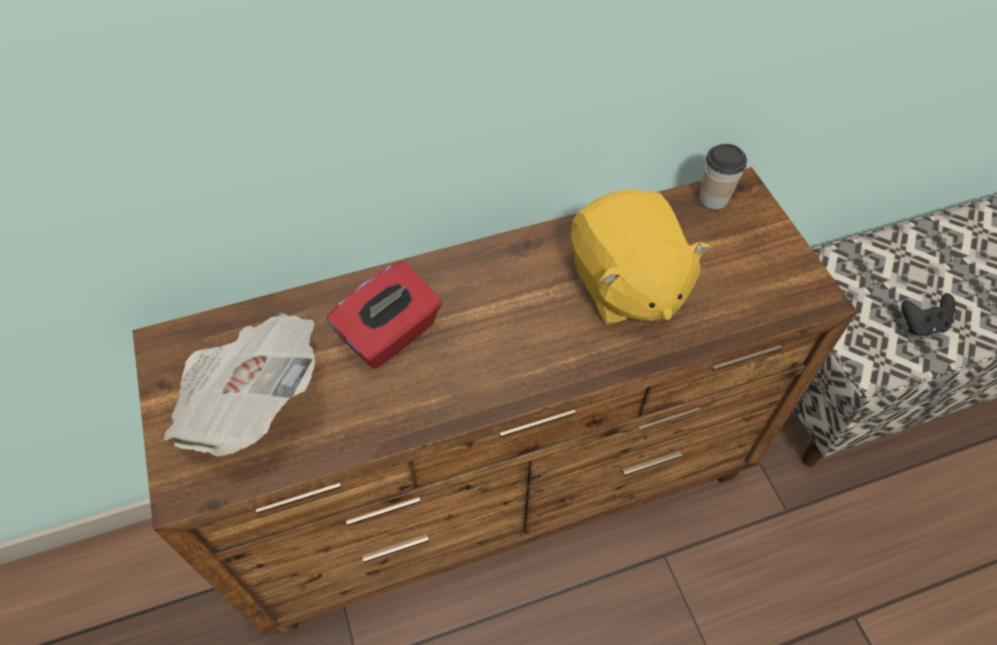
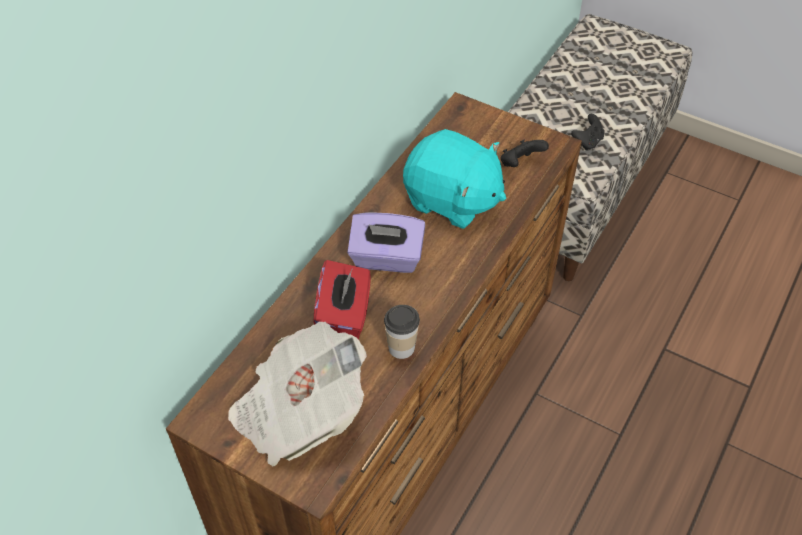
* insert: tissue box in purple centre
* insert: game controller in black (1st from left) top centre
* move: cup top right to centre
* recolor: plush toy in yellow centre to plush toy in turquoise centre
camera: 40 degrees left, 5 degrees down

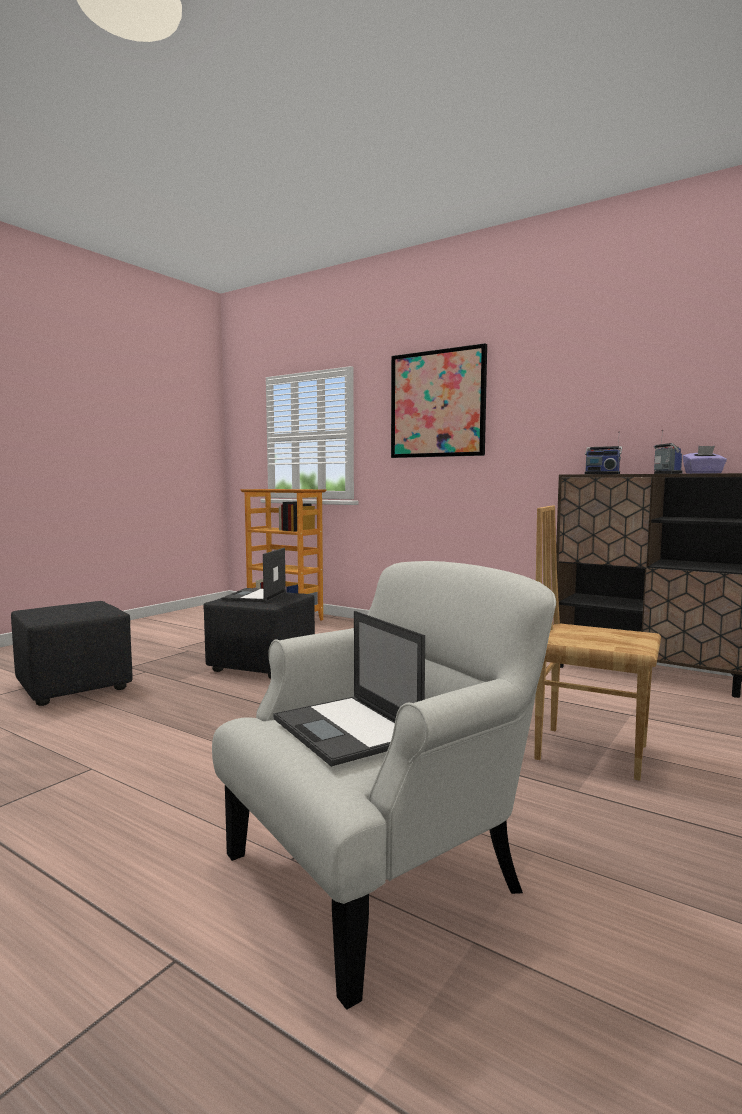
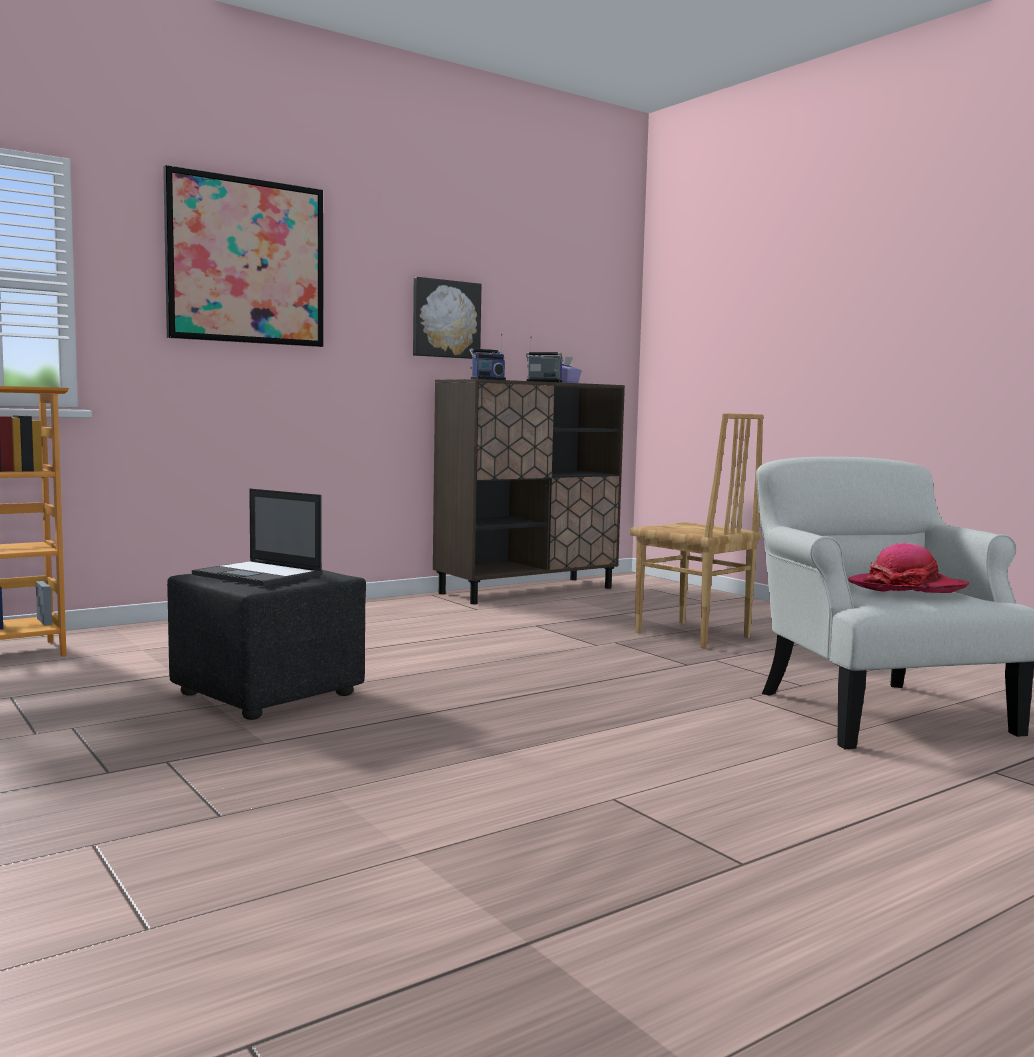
* delete: ottoman in black (1st from left) middle left
* insert: picture (2nd from left) top centre
* replace: laptop (2nd from left) centre to hat middle right
* rotate: chair in brown middle right = middle right 90 degrees counterclockwise
camera: 70 degrees left, 0 degrees up

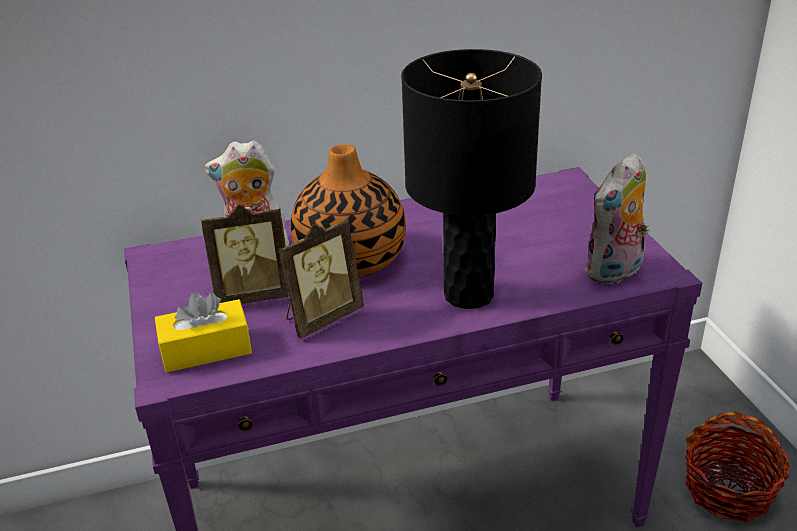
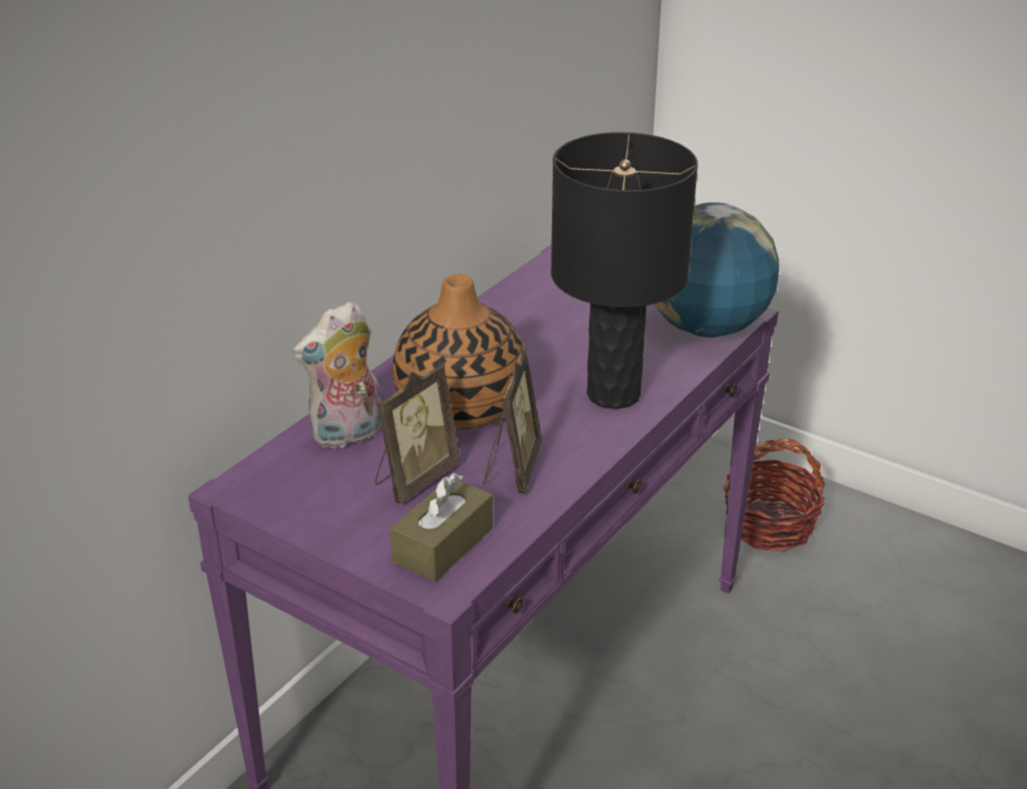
* replace: plush toy (2nd from left) middle right to globe middle right
* recolor: tissue box in yellow middle left to tissue box in brown bottom centre
camera: 40 degrees left, 0 degrees up

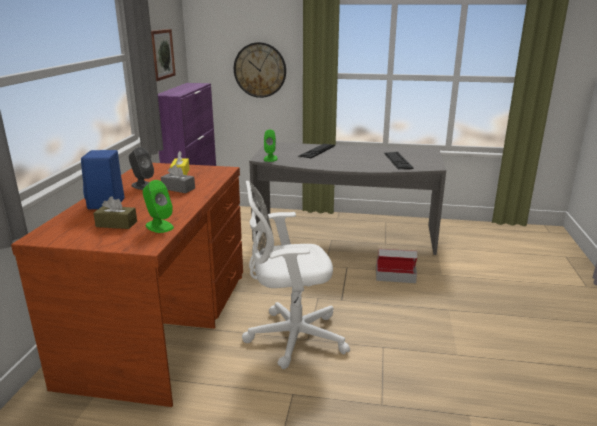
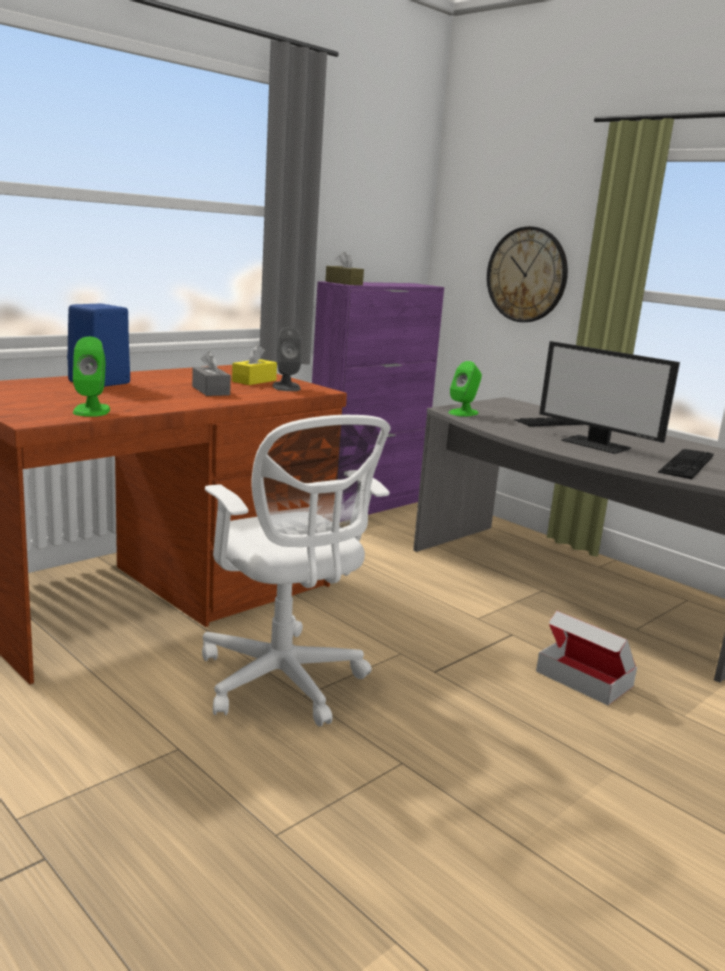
* delete: picture top left
* insert: monitor middle right
* move: tissue box in brown middle left to top centre
* move: speaker in grey middle left to centre
* rotate: office chair in white centre = centre 150 degrees counterclockwise
camera: 35 degrees right, 5 degrees down

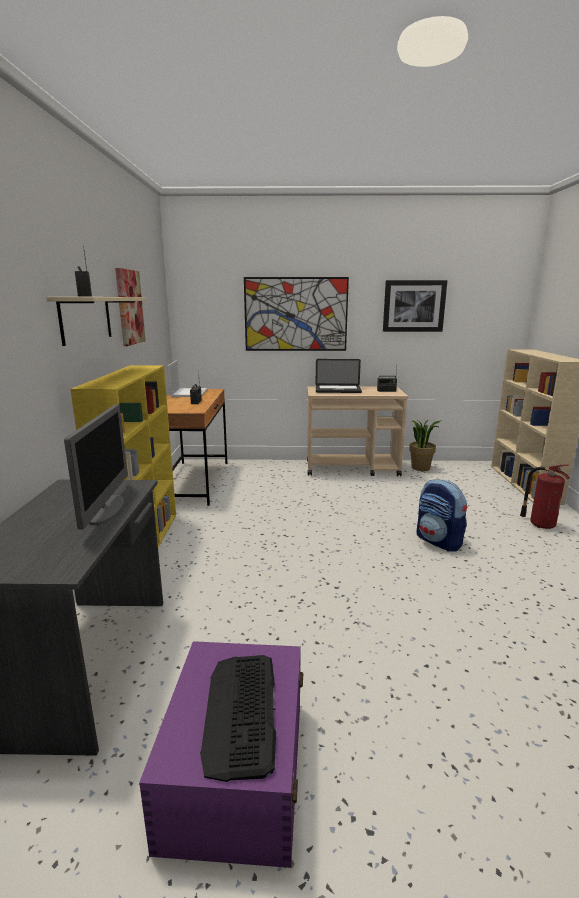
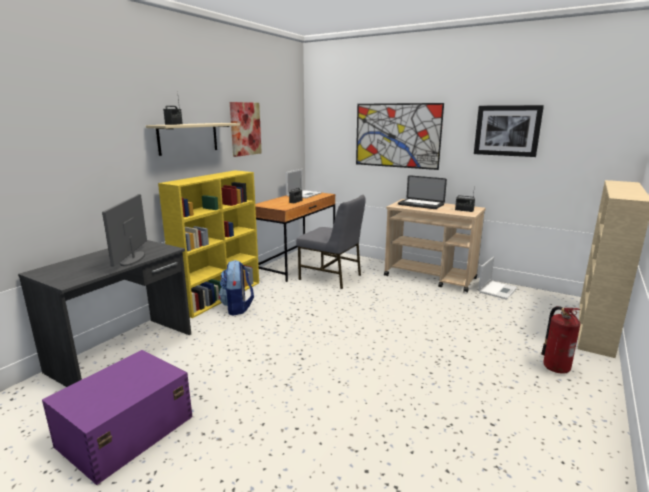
* delete: keyboard bottom centre
* insert: chair in grey centre
* move: backpack middle right to centre
* replace: potted plant middle right to laptop (3rd from left) middle right
* rotate: monitor middle left = middle left 150 degrees clockwise
camera: 30 degrees right, 0 degrees up

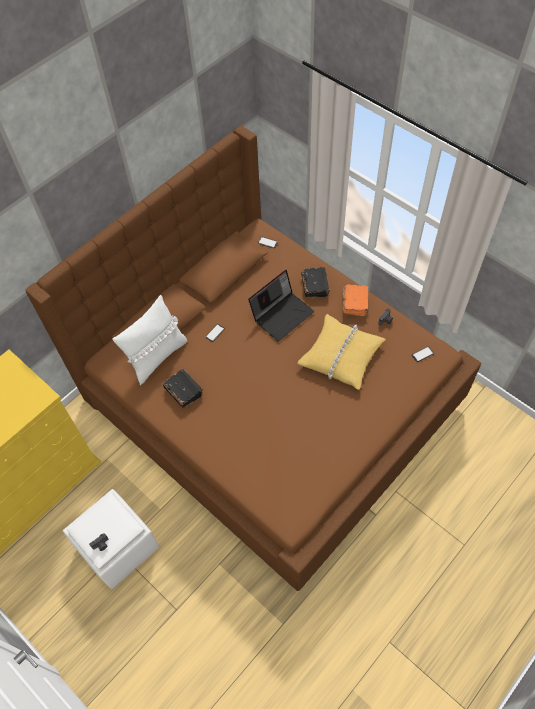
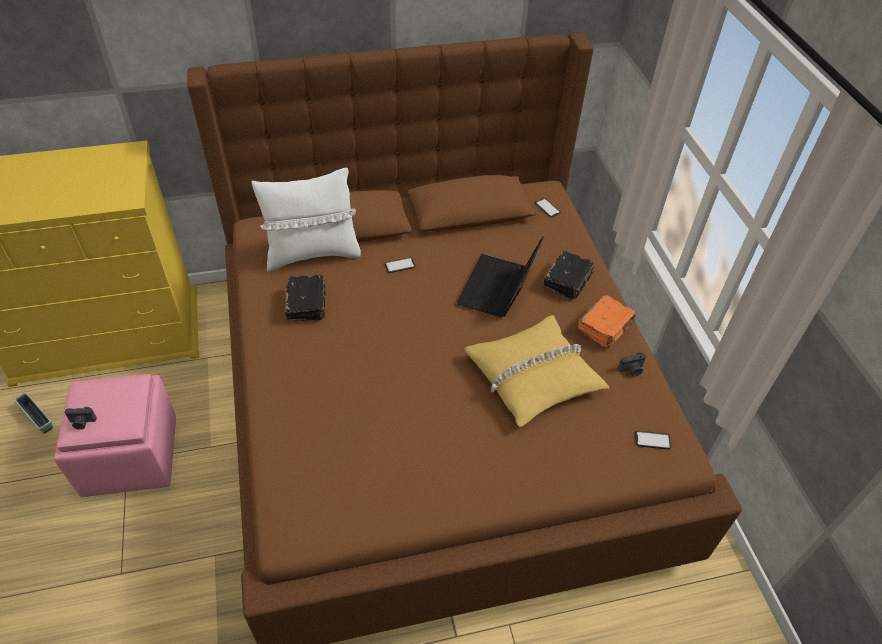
* insert: planter middle left
* recolor: ottoman in white bottom left to ottoman in pink bottom left
* rotate: laptop centre = centre 120 degrees clockwise
camera: 30 degrees right, 10 degrees down

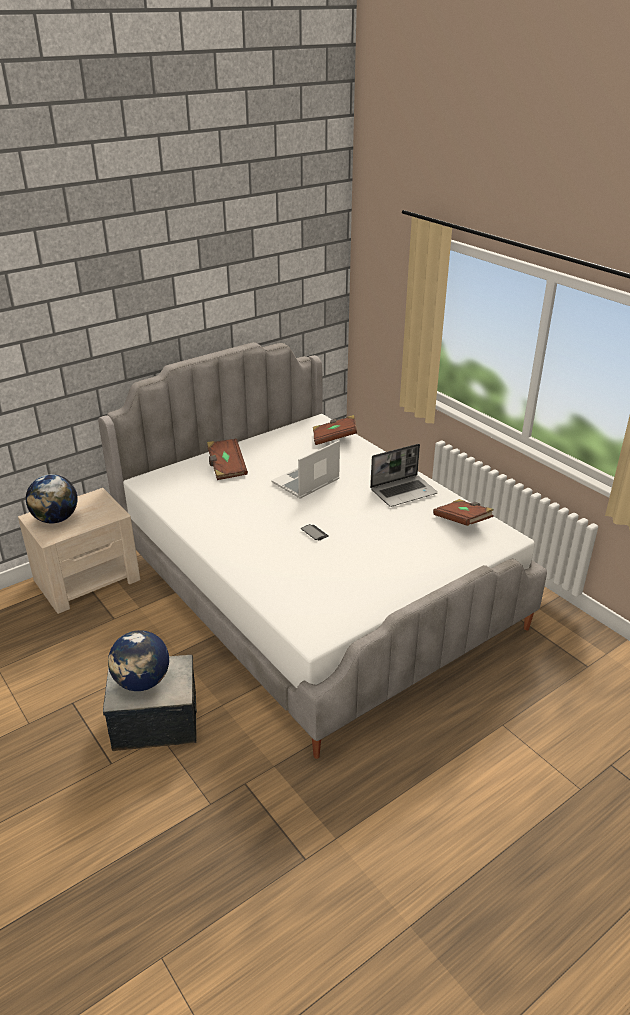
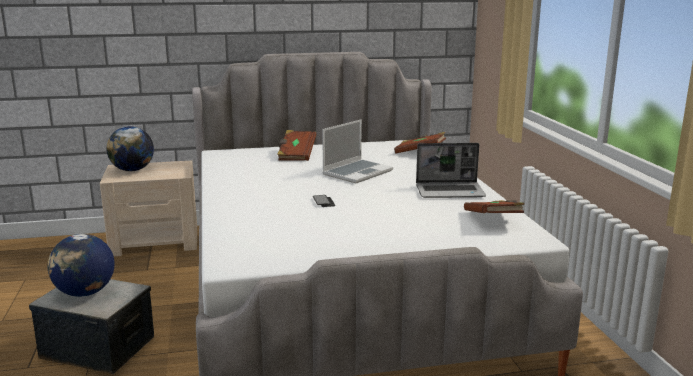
* rotate: laptop (1st from left) centre = centre 150 degrees clockwise
camera: 25 degrees right, 15 degrees down

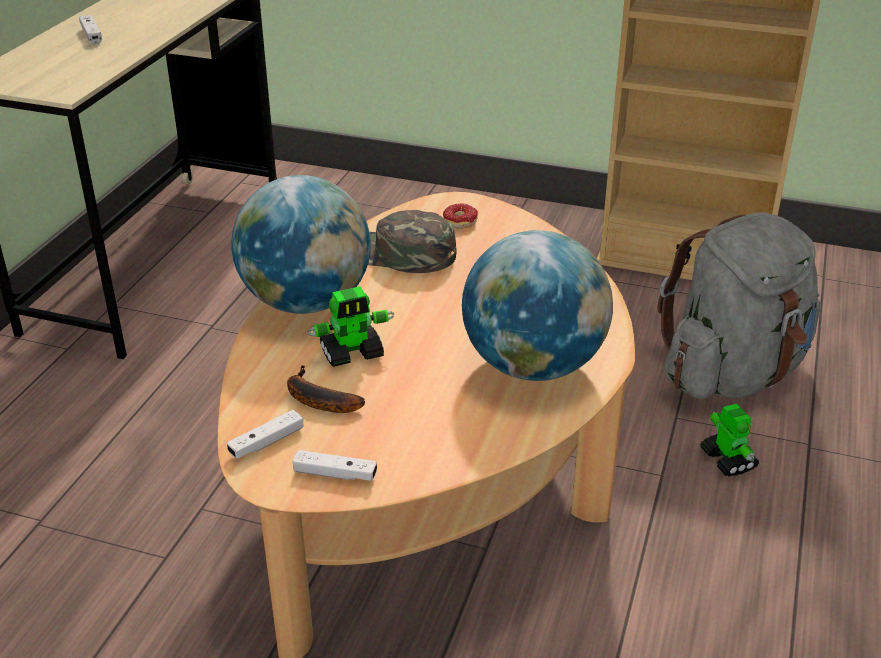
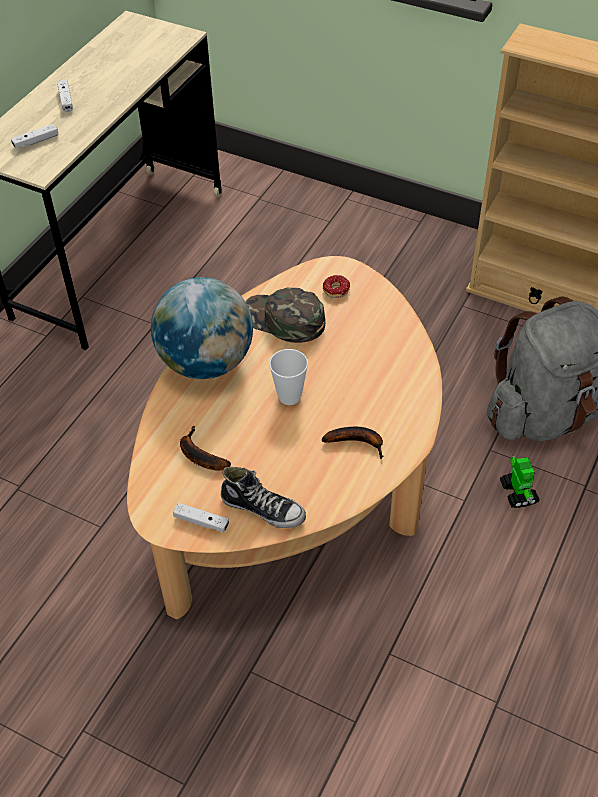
* delete: toy robot (1st from left) centre
* insert: shoe centre
* insert: cup centre
* move: game controller in white (2nd from left in the first image) middle left to game controller in white (1st from left) top left
* replace: globe (2nd from left) centre to banana (2nd from left) centre
camera: 10 degrees right, 15 degrees up

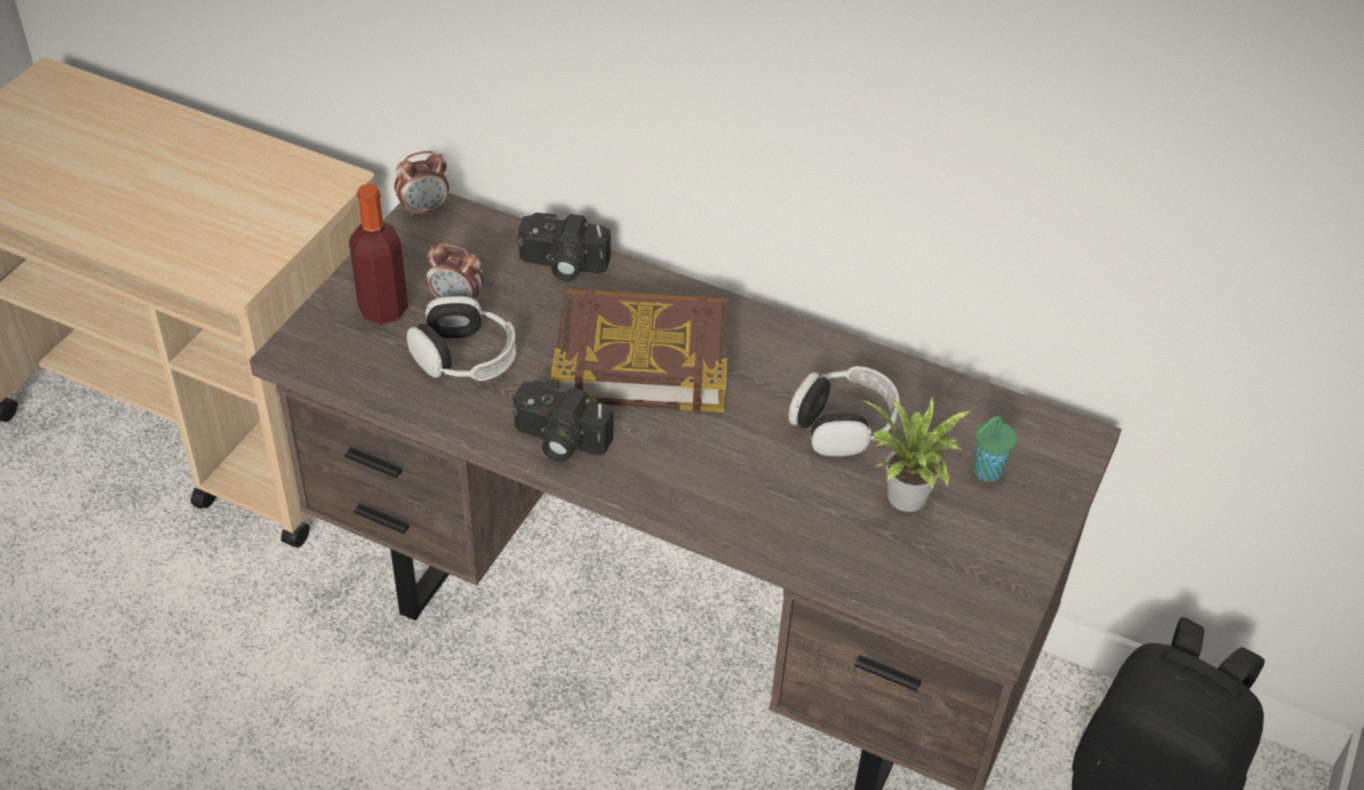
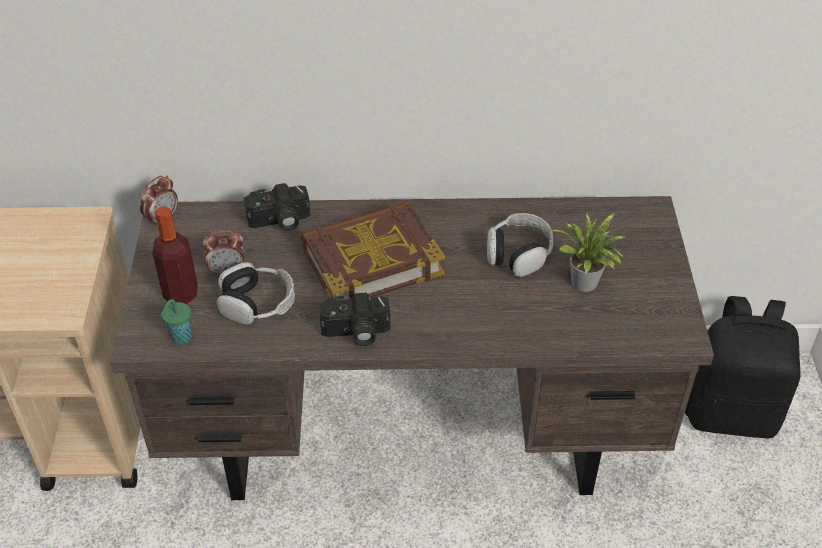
* move: cup in green middle right to middle left
camera: 25 degrees left, 0 degrees up

